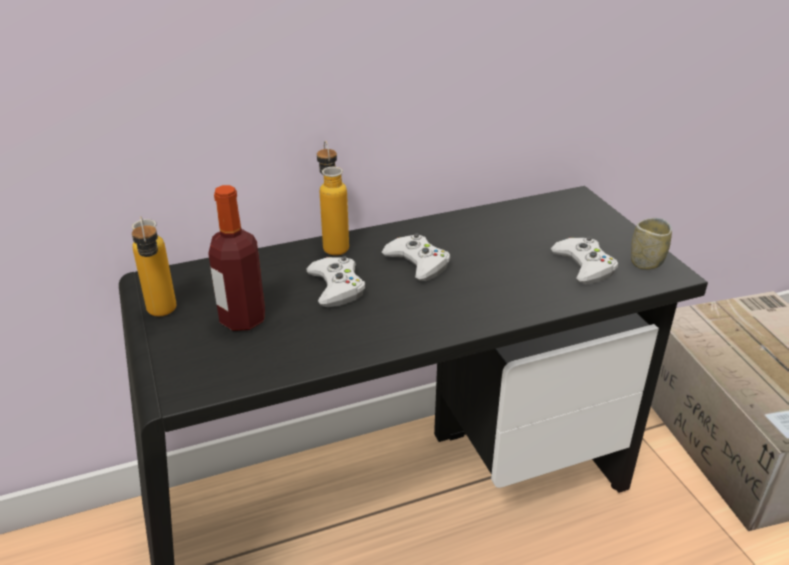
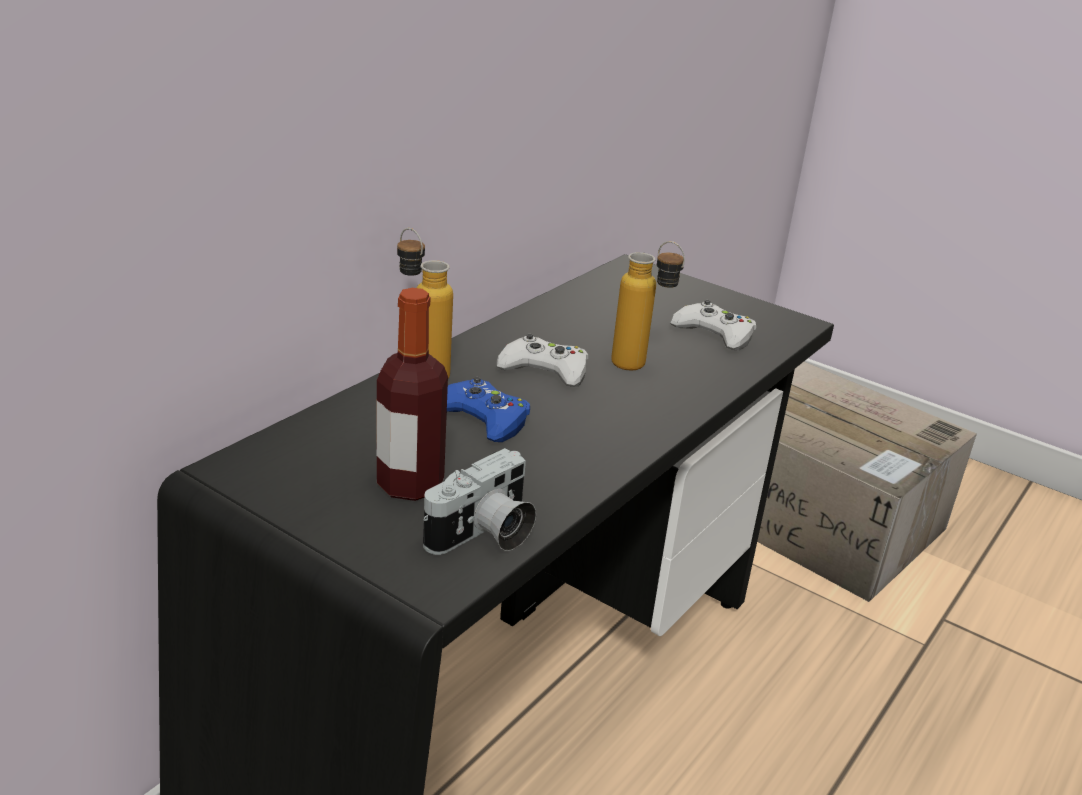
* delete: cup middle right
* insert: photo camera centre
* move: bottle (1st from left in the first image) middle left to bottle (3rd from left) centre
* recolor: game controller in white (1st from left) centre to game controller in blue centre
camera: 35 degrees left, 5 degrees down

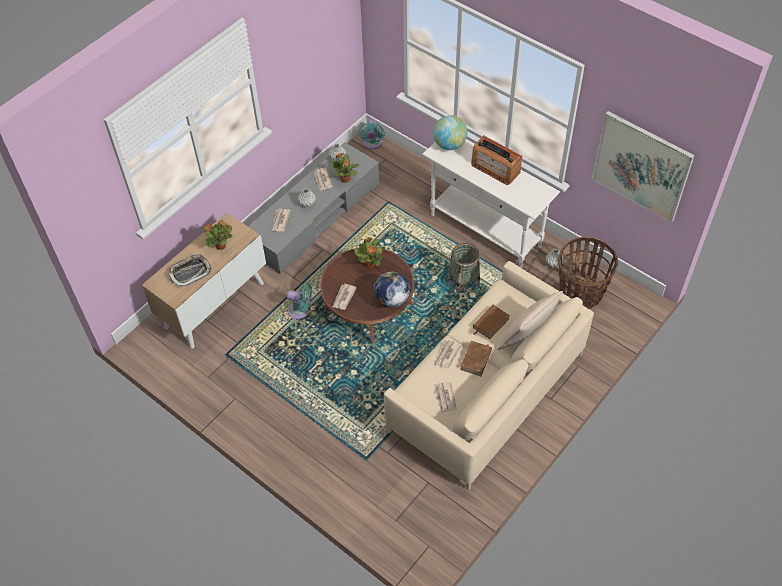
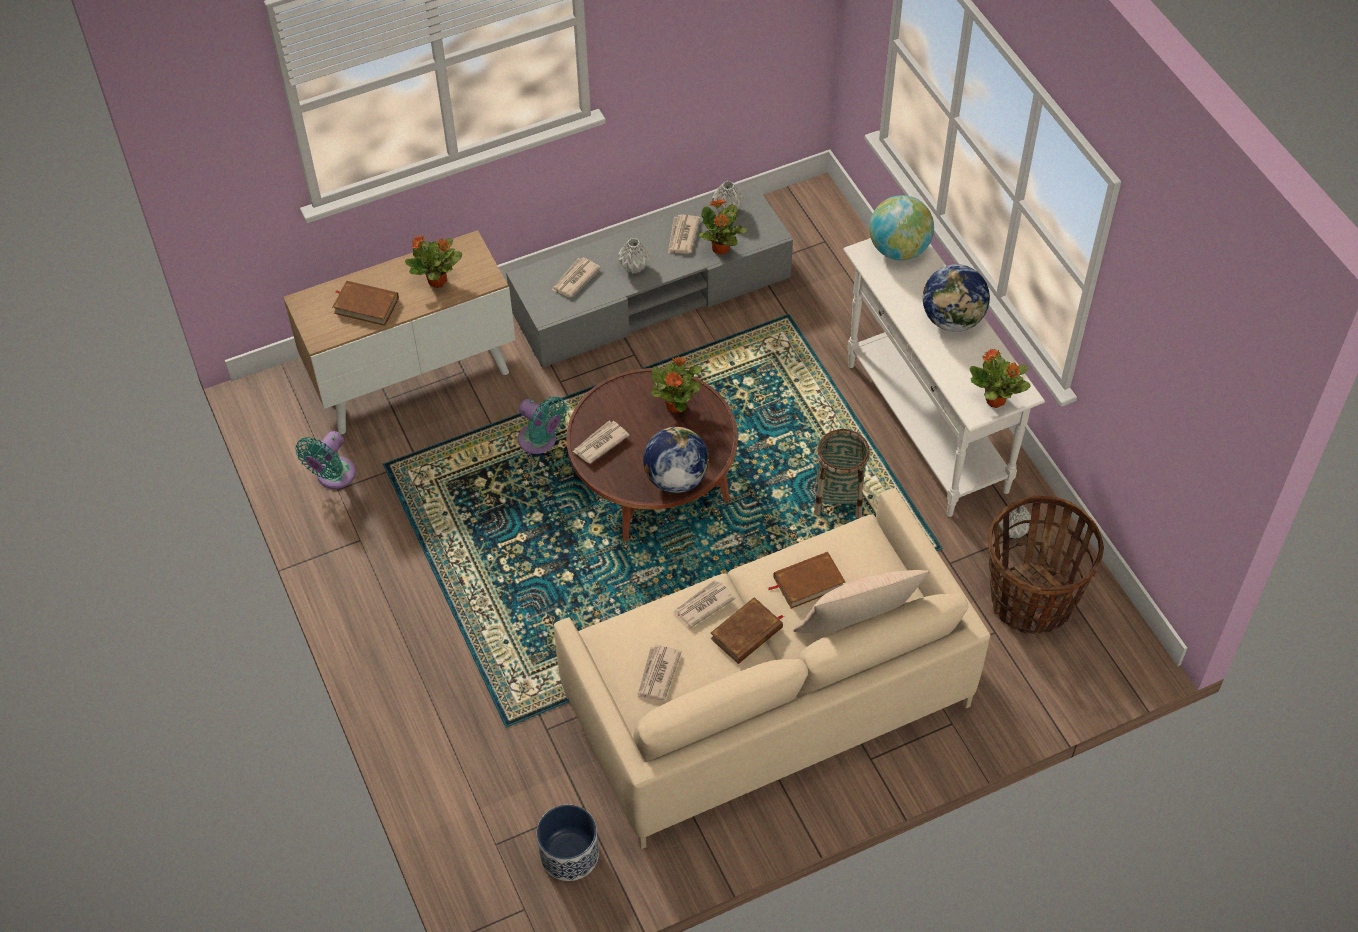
* delete: picture top right
* insert: planter bottom centre
* insert: potted plant (4th from left) middle right
* move: fan in turquoise (2nd from left in the first image) top centre to fan in turquoise (1st from left) middle left
* replace: tray middle left to book in brown (1st from left) top left
* replace: radio top centre to globe (3rd from left) top right
camera: 25 degrees right, 0 degrees up

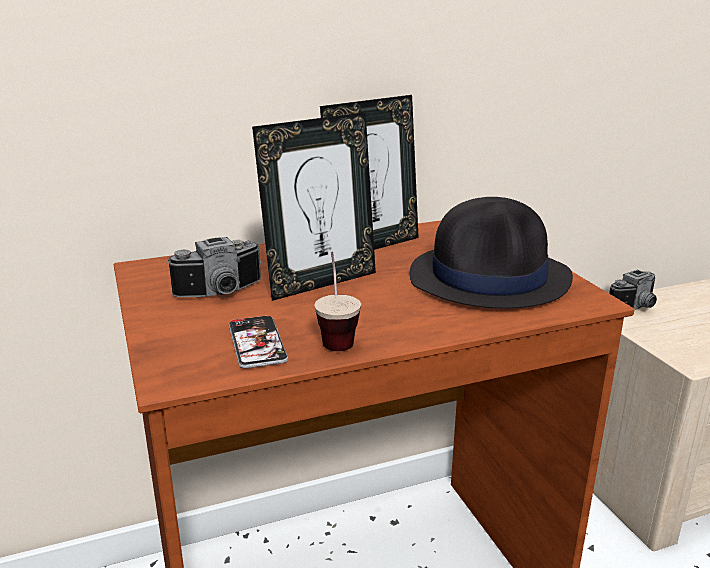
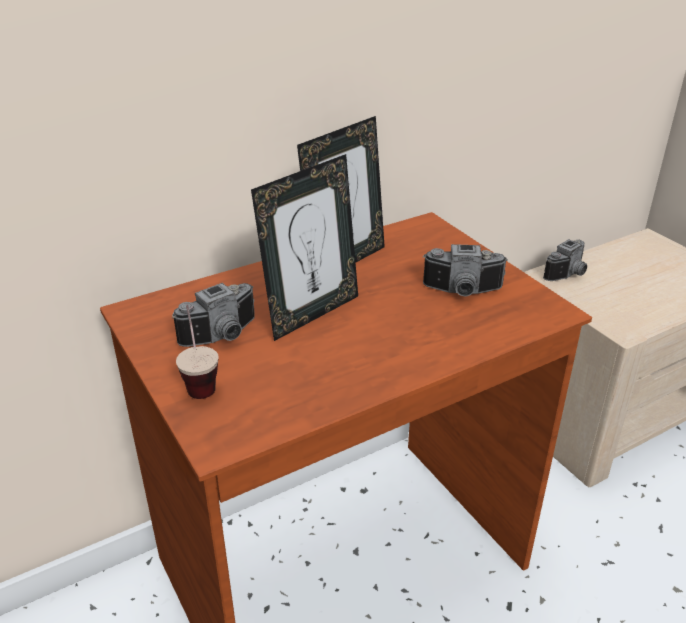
* delete: phone centre
* move: cup centre to middle left
* replace: hat in black middle right to photo camera (2nd from left) middle right
camera: 10 degrees left, 10 degrees up

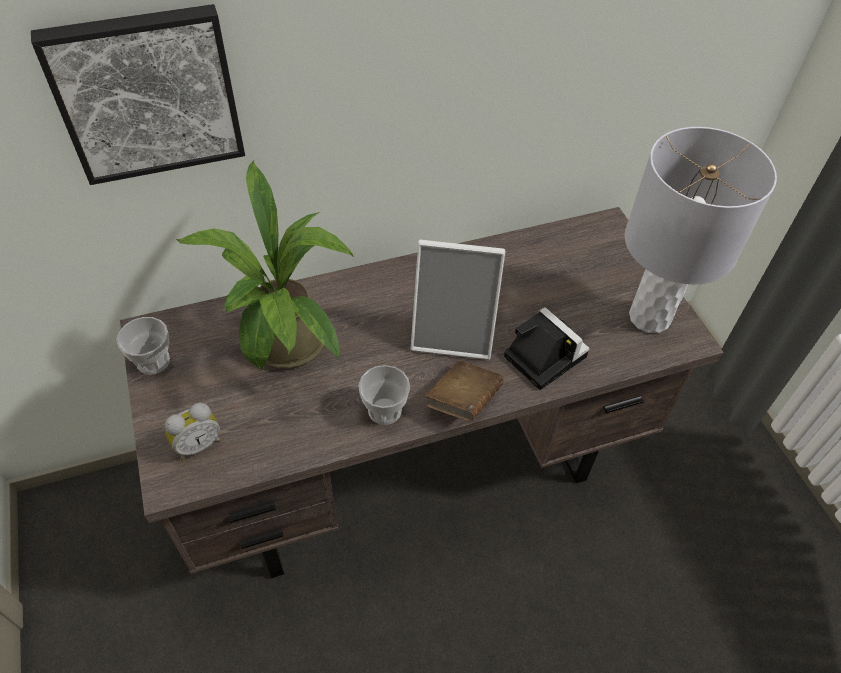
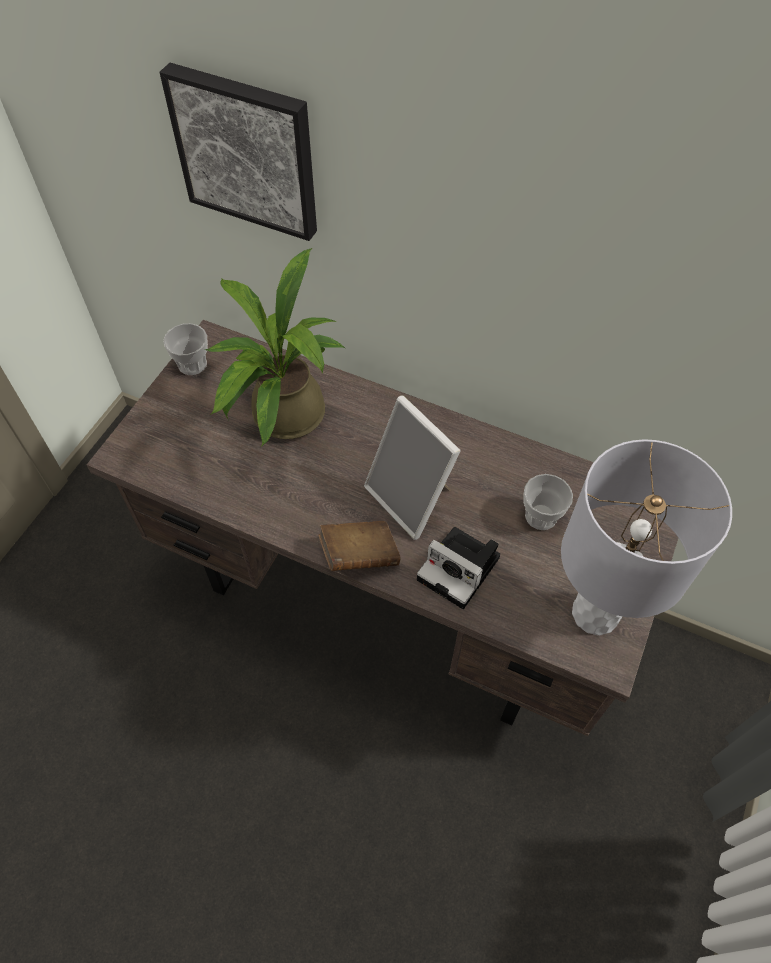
* delete: alarm clock middle left
* move: cup (2nd from left) centre to middle right
* rotate: photo camera centre = centre 120 degrees clockwise
camera: 45 degrees right, 5 degrees up

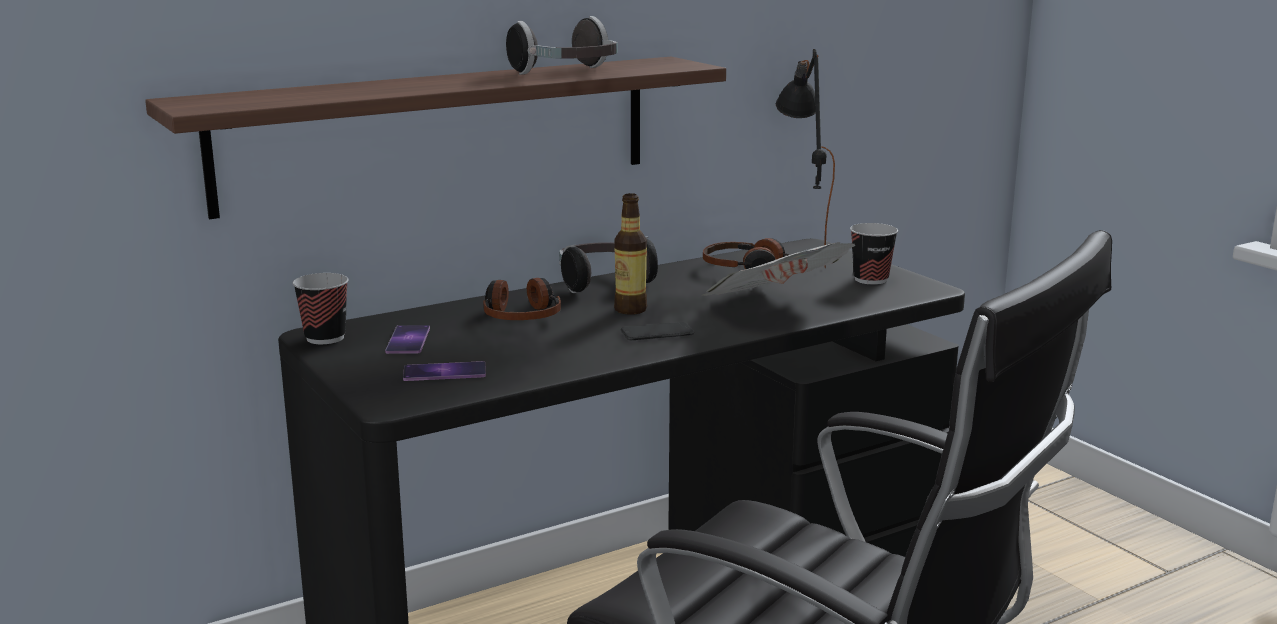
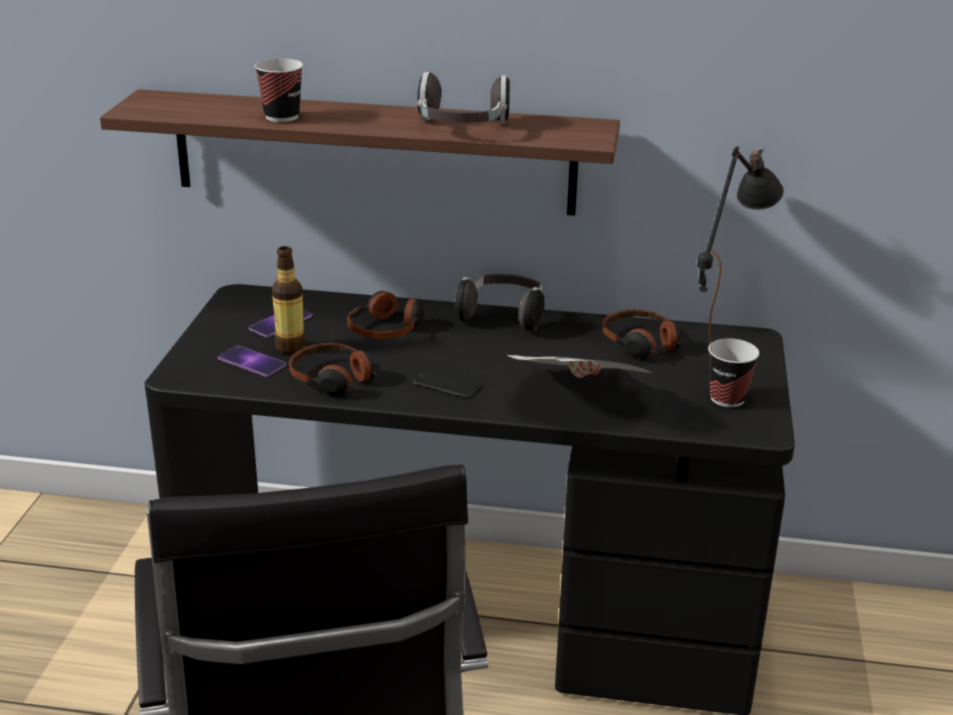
* insert: headphones (1st from left) centre
* move: cup (1st from left) middle left to top left
* move: bottle centre to middle left
camera: 40 degrees right, 10 degrees up

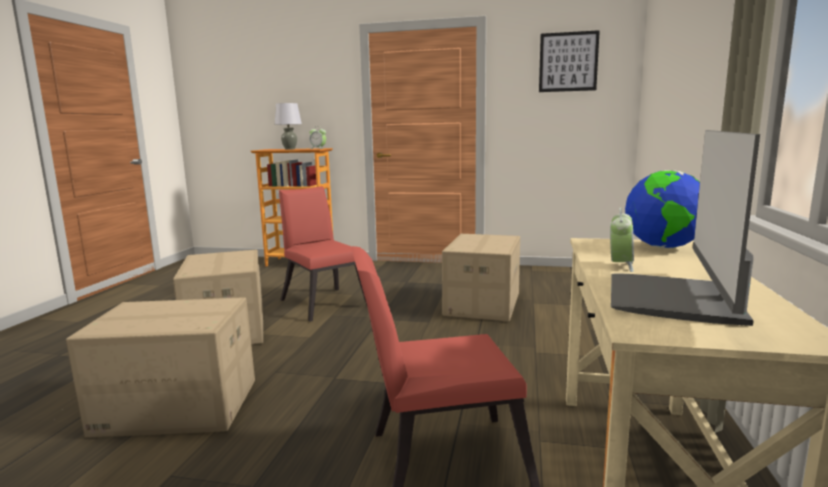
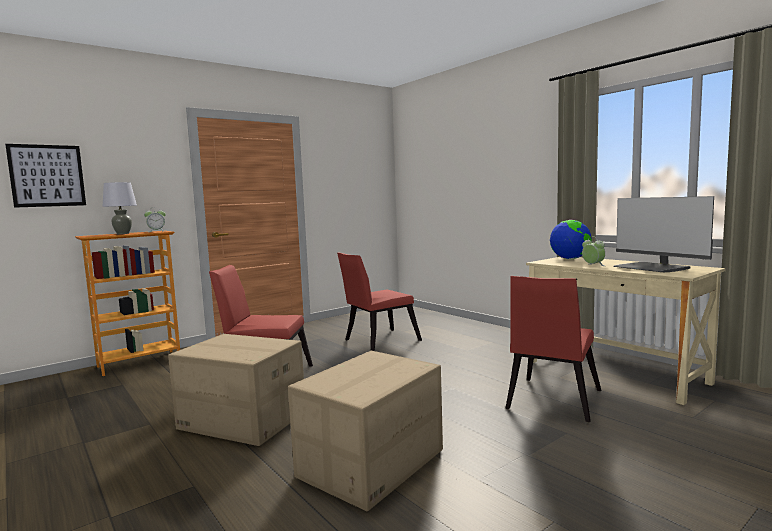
* move: picture top right to top left
* replace: cardboard box (3rd from left) centre to chair in red (2nd from left) centre
camera: 50 degrees left, 5 degrees down

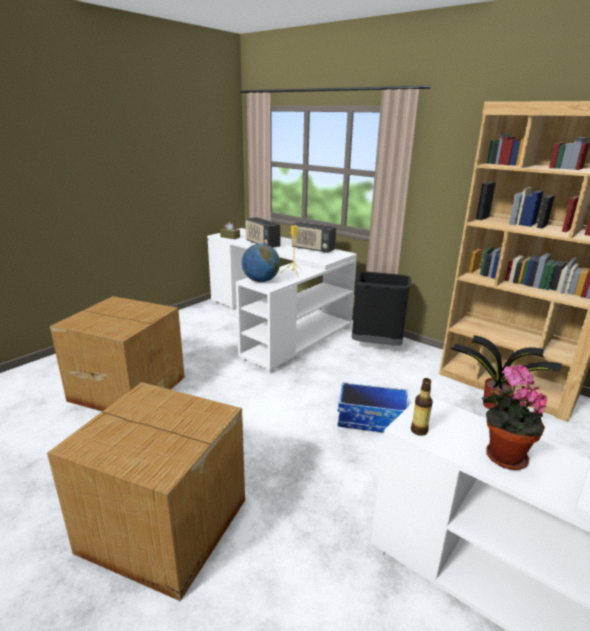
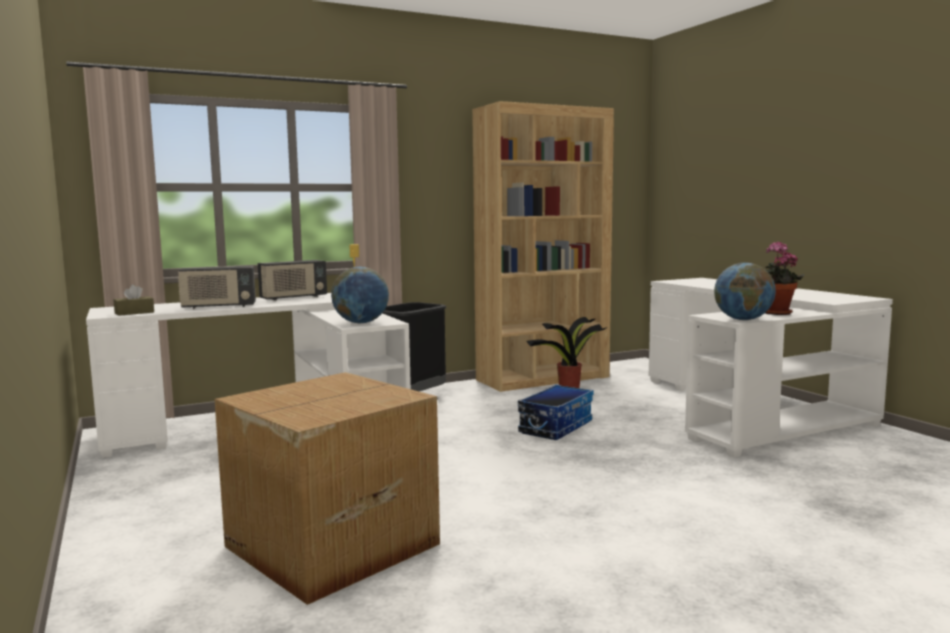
* delete: cardboard box (2nd from left) bottom left
* replace: bottle middle right to globe (2nd from left) middle right
camera: 65 degrees left, 15 degrees down

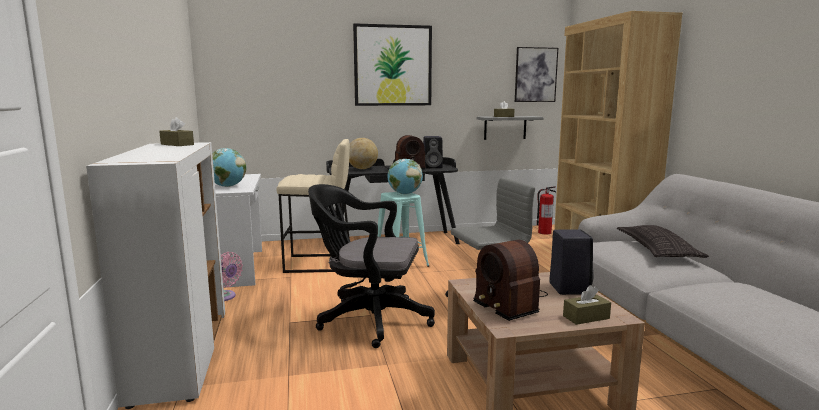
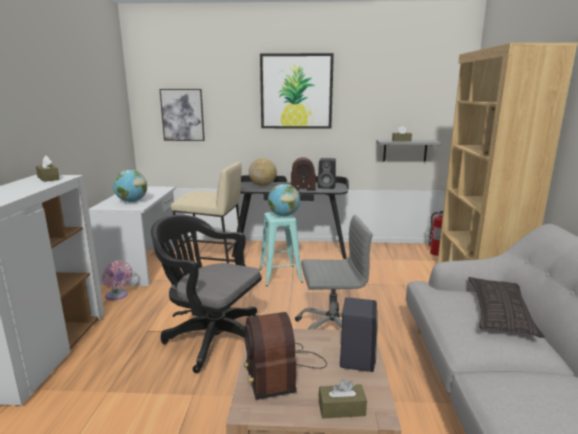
* move: picture (2nd from left in the first image) top centre to picture (1st from left) top left
camera: 15 degrees right, 5 degrees up

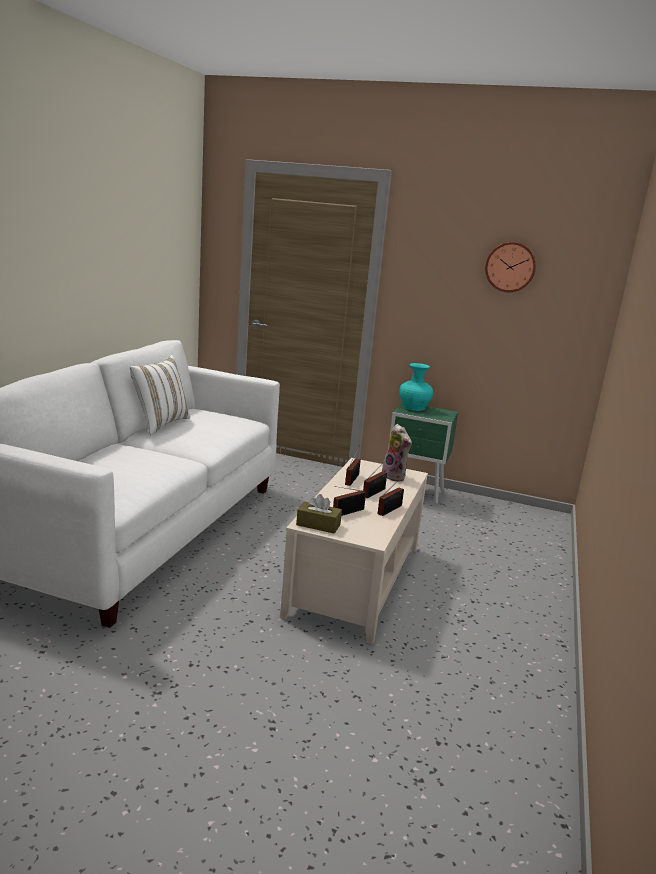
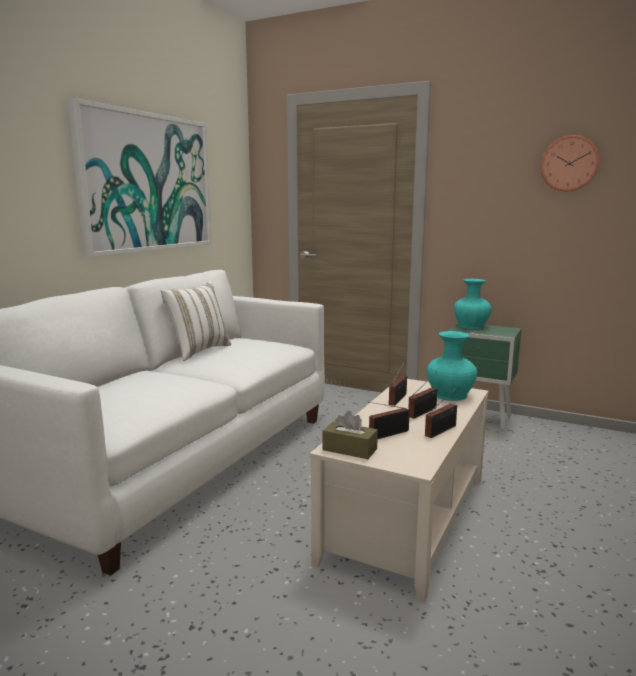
* insert: picture top left
* replace: plush toy centre to vase in turquoise (1st from left) middle right
camera: 10 degrees right, 5 degrees down

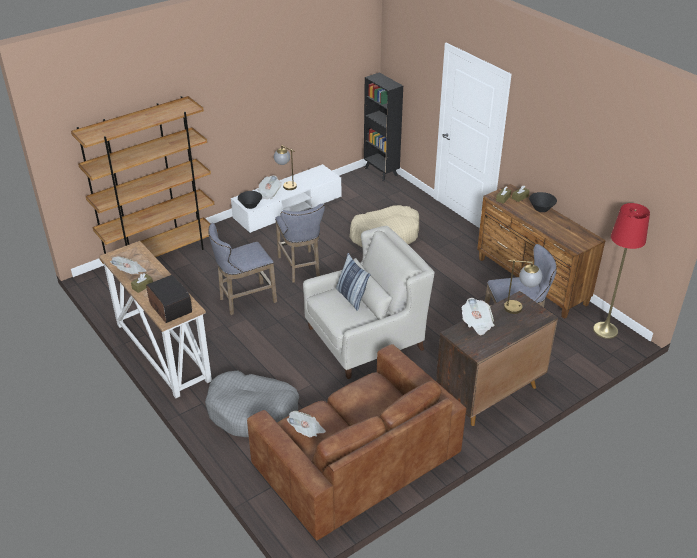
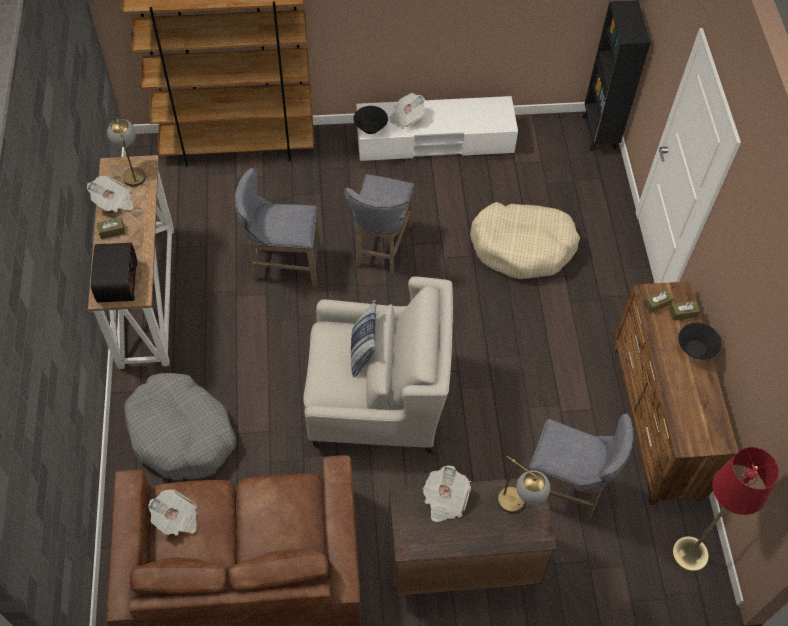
* move: table lamp (1st from left) top centre to top left
camera: 30 degrees right, 20 degrees up

